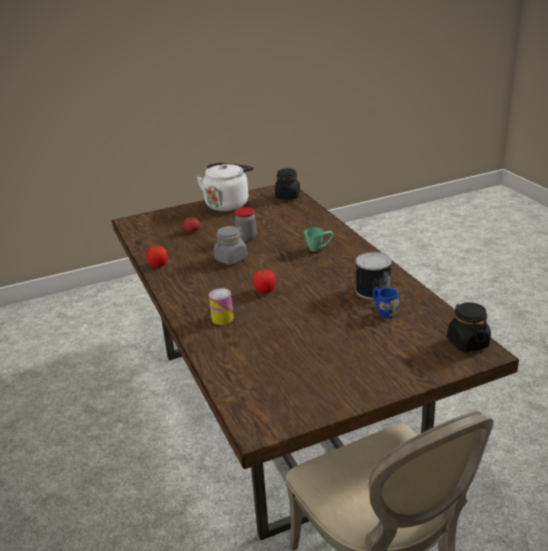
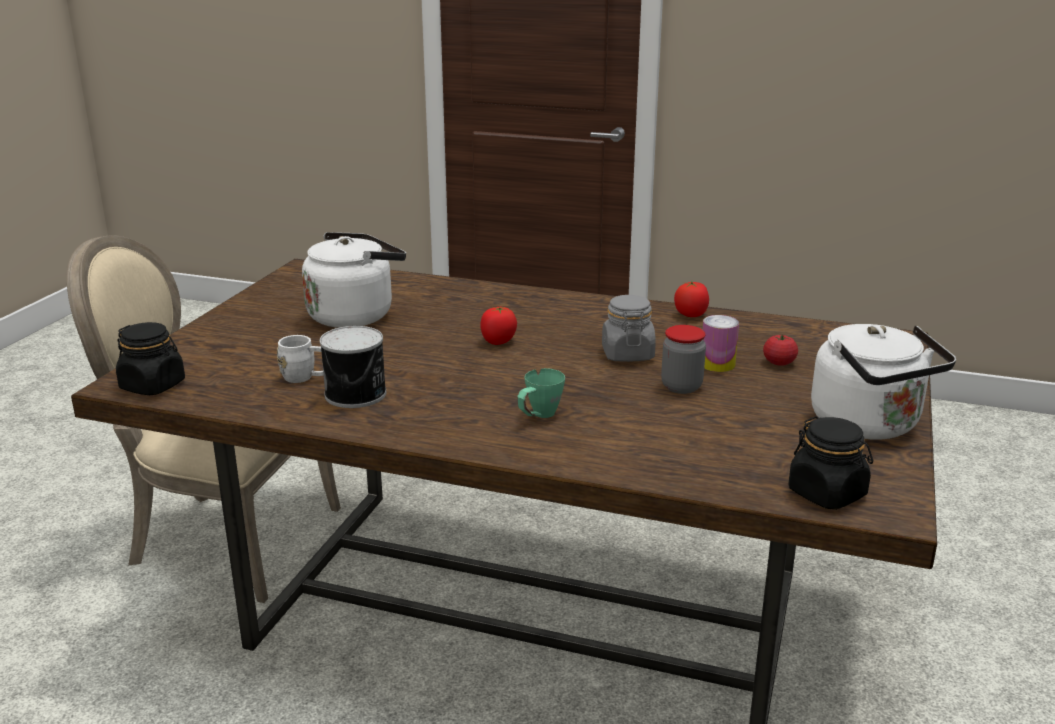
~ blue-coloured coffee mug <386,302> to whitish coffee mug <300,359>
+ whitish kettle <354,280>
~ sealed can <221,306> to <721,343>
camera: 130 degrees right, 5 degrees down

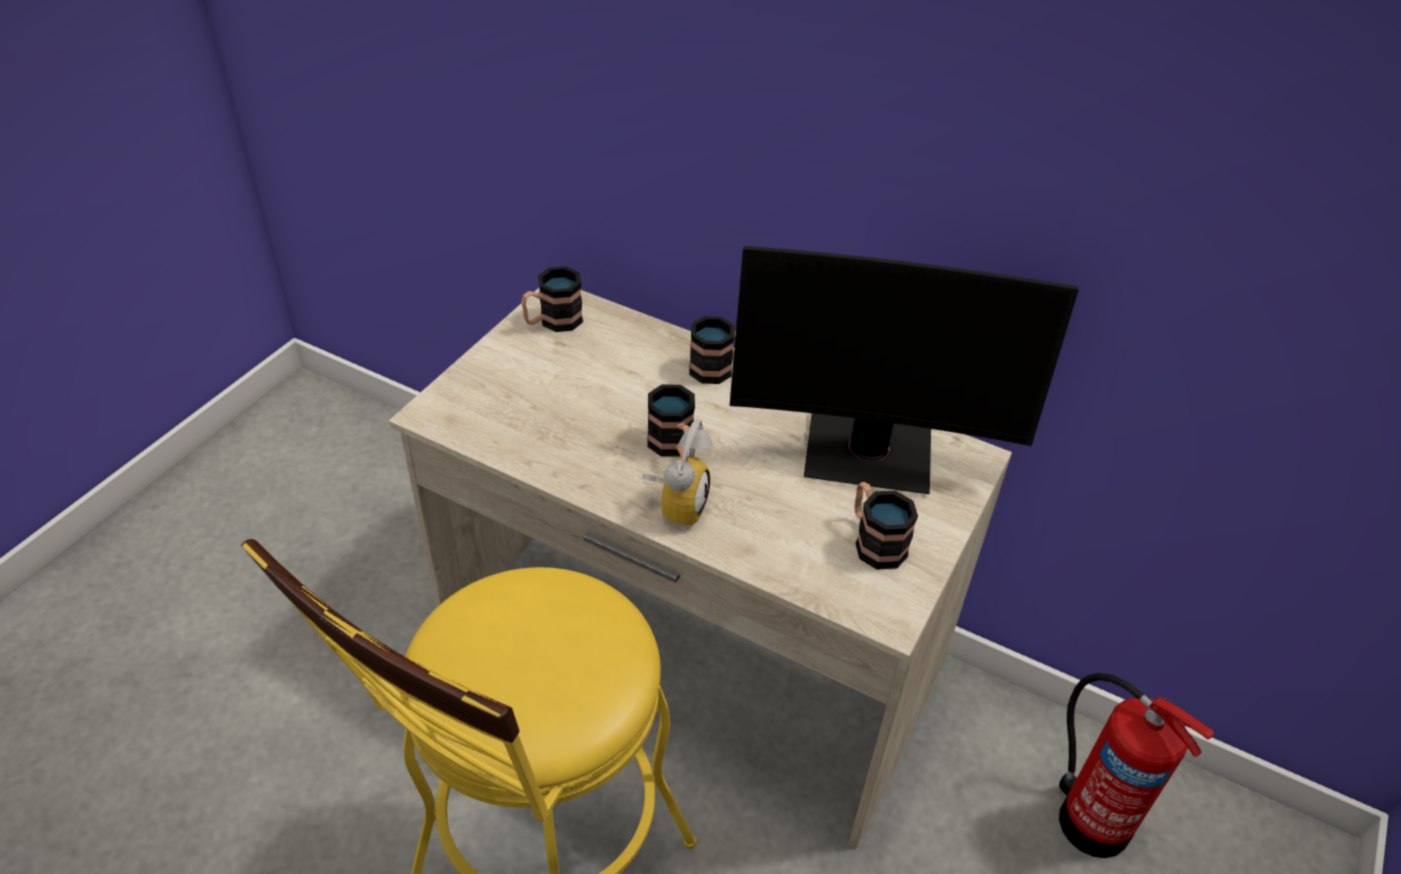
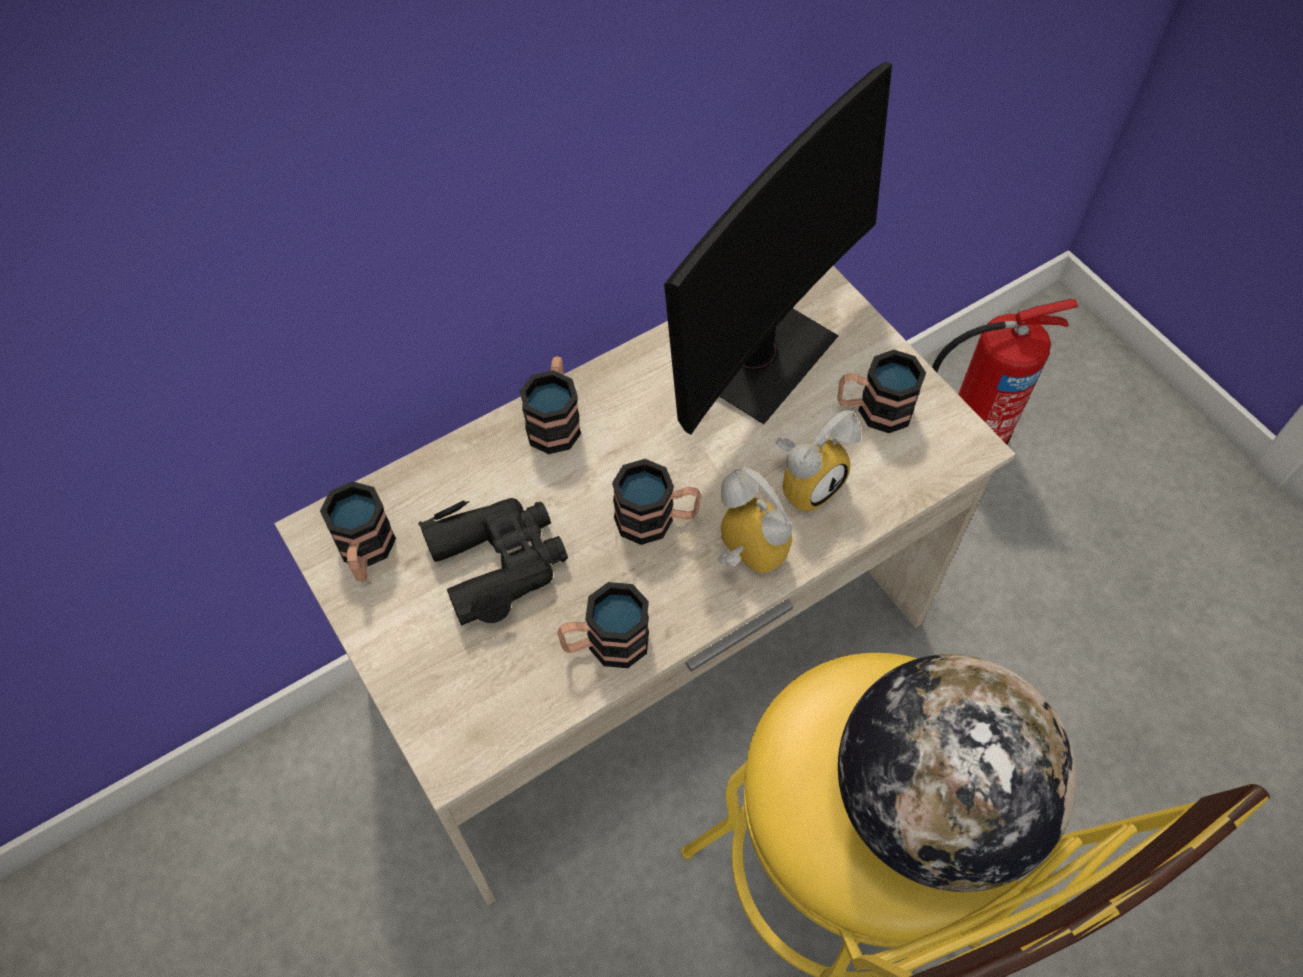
+ blackish binoculars <493,562>
+ coffee mug <603,625>
+ alarm clock <818,461>
+ globe <957,773>
camera: 60 degrees left, 15 degrees up

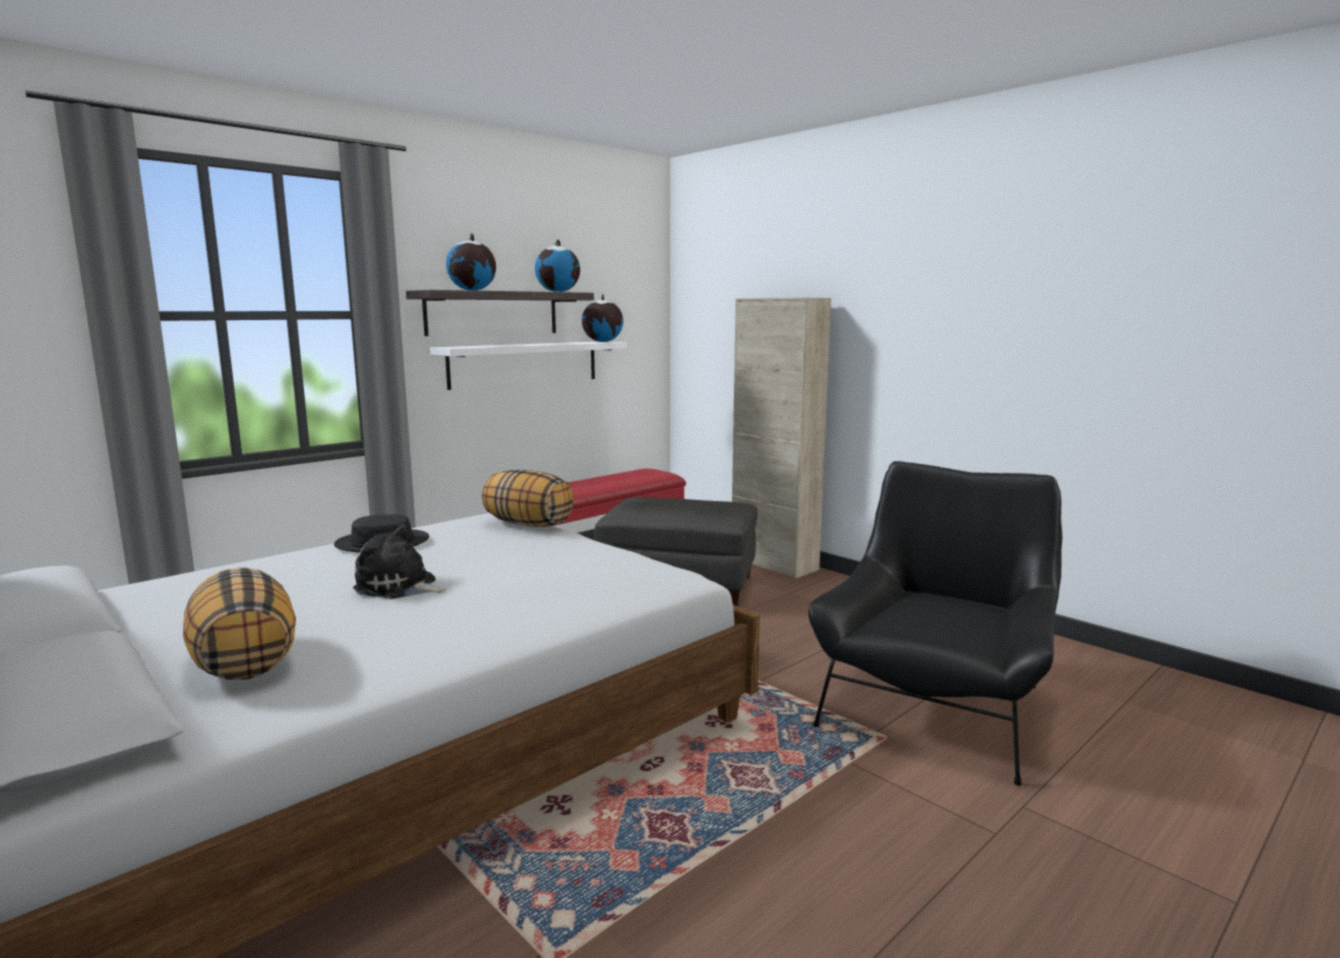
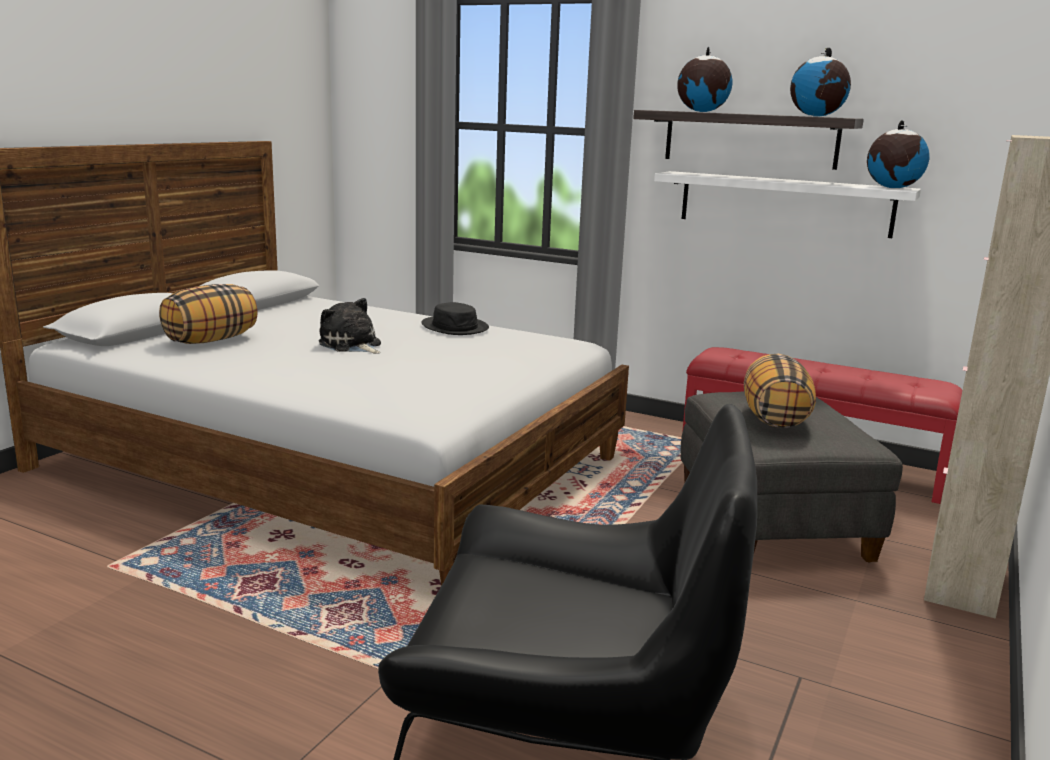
~ cuddly toy <400,562> = <350,326> 45 degrees counterclockwise
~ throw pillow <528,498> to <780,391>
camera: 70 degrees right, 5 degrees up

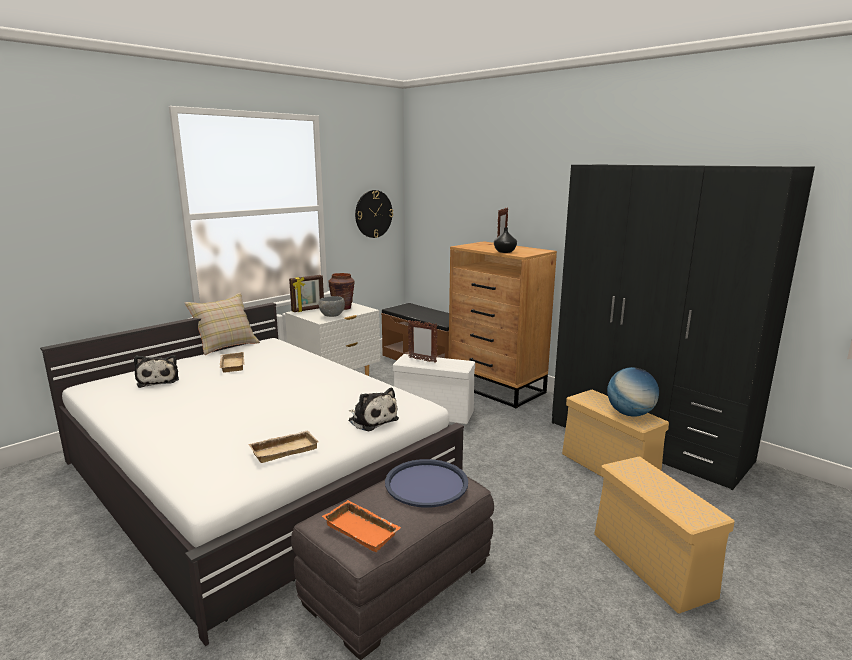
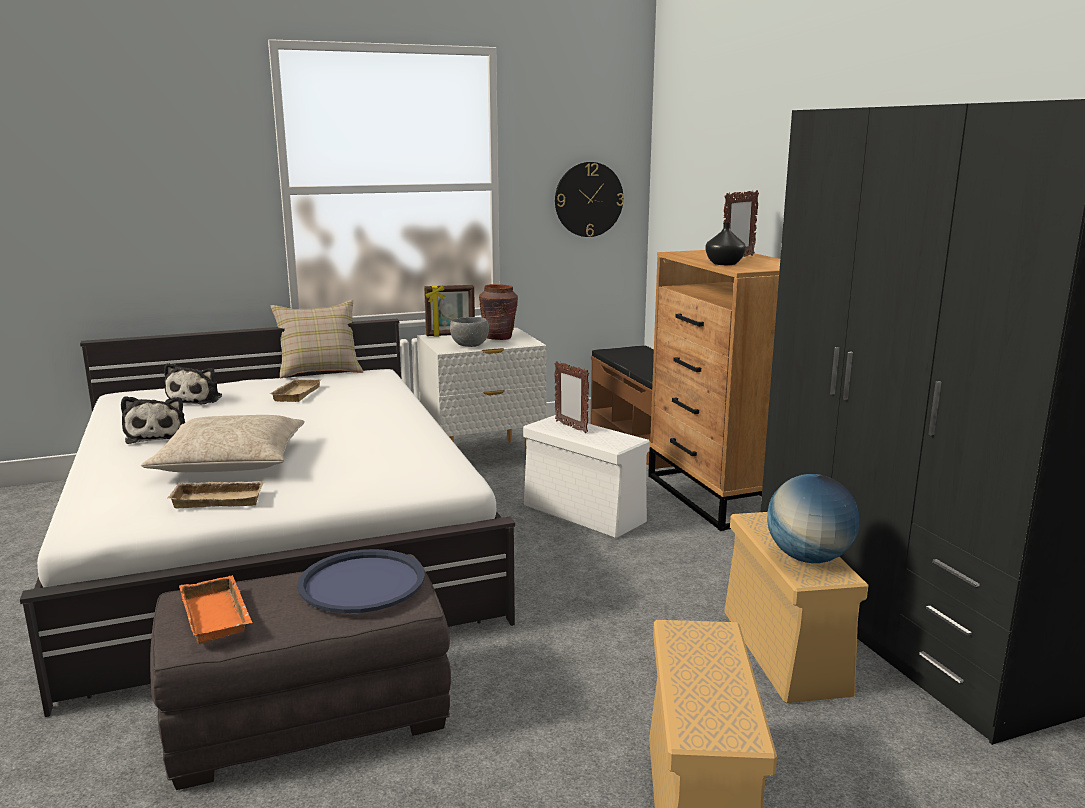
~ cuddly toy <374,409> to <153,420>
+ beige throw pillow <223,443>
camera: 25 degrees right, 0 degrees up

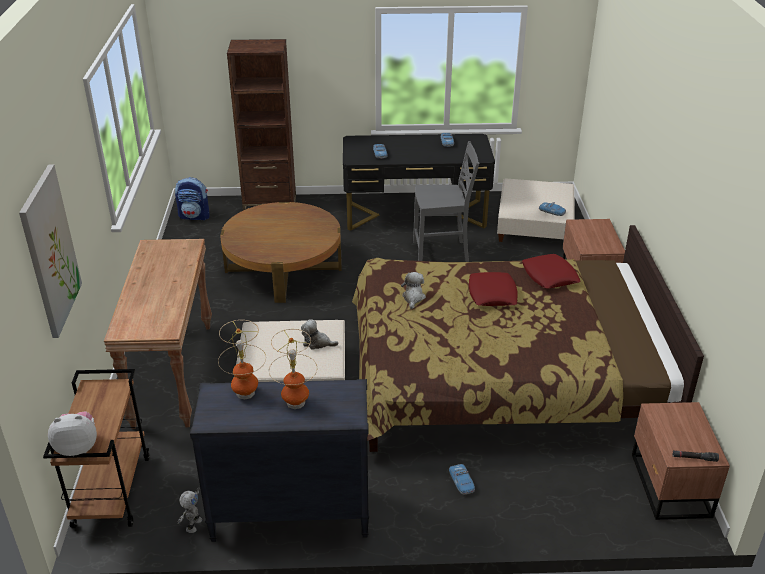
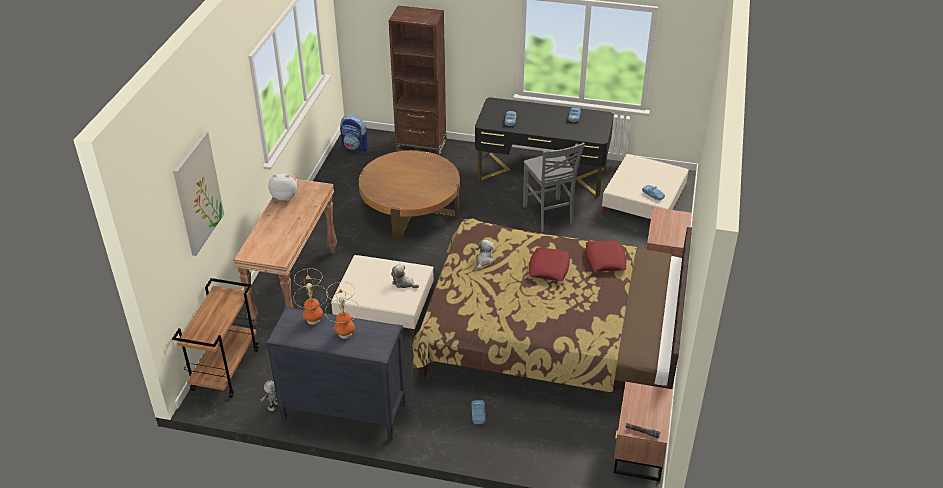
~ cuddly toy <72,433> to <282,187>
~ grey upright chair <446,201> = <554,187> 60 degrees clockwise
camera: 15 degrees right, 5 degrees up

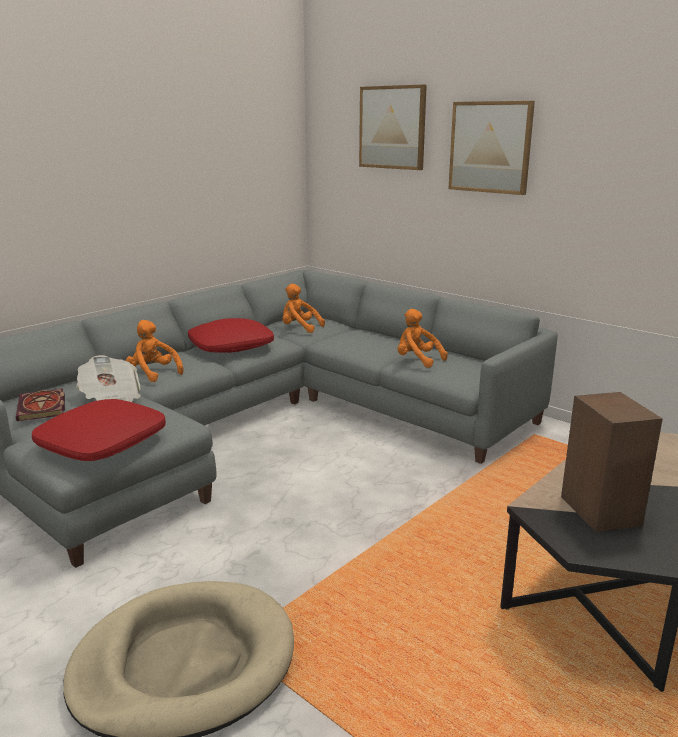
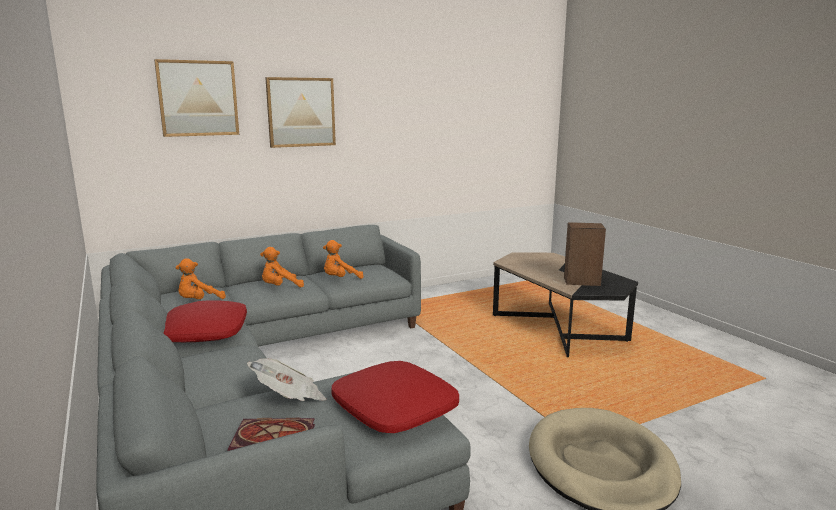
~ orange-coloured cuddly toy <155,351> to <282,267>
camera: 70 degrees left, 5 degrees down

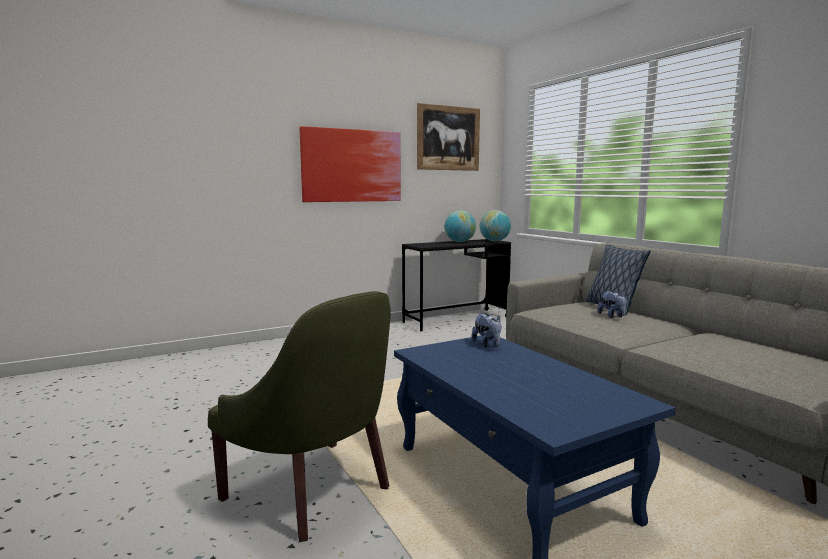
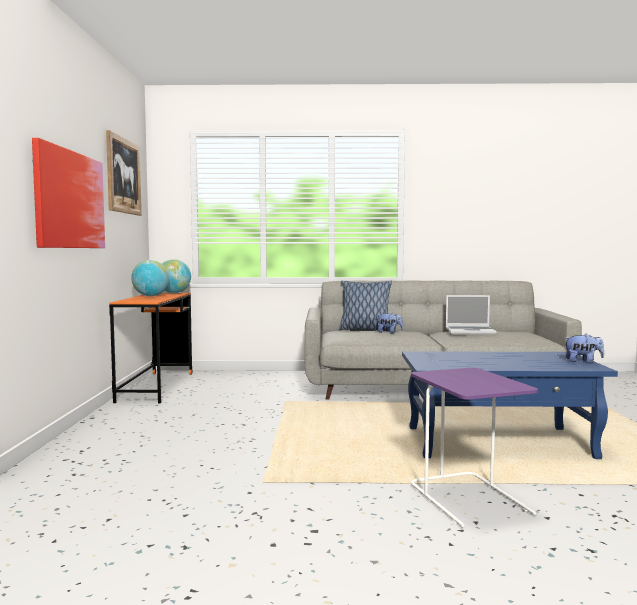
~ blackish desk table <456,285> to orange-coloured desk table <150,348>
~ green easy chair <299,416> to purple end table <474,447>
+ portable computer <471,314>
~ cuddly toy <486,330> to <584,348>
camera: 60 degrees left, 5 degrees down

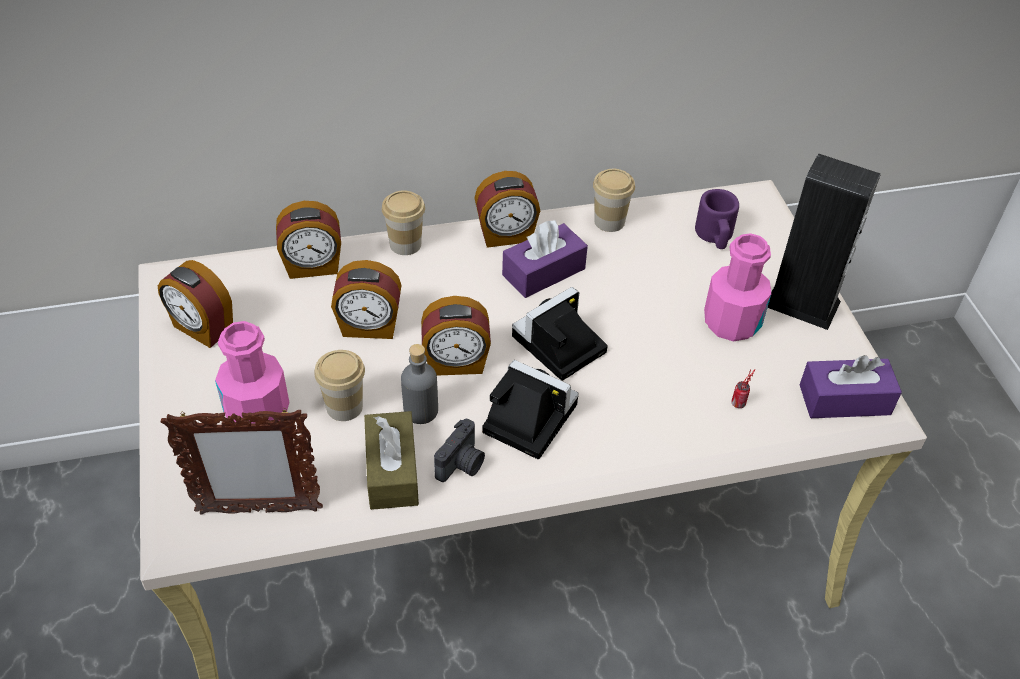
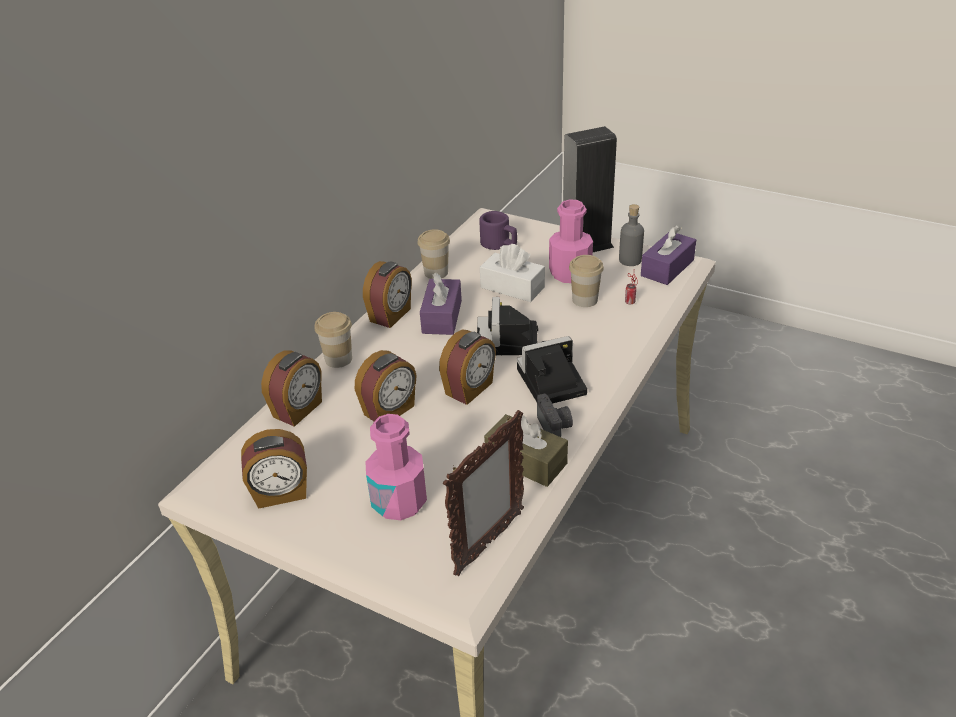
+ whitish tissue holder <512,273>
~ small cup <339,385> to <586,281>
~ grey bottle <419,384> to <631,235>
camera: 45 degrees left, 10 degrees down

